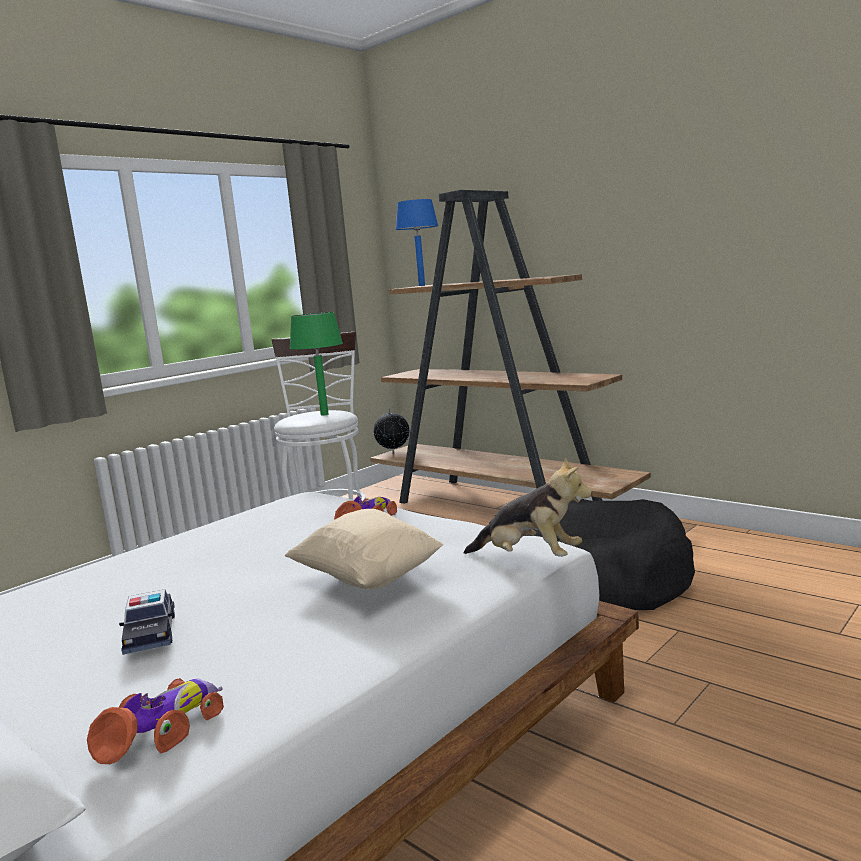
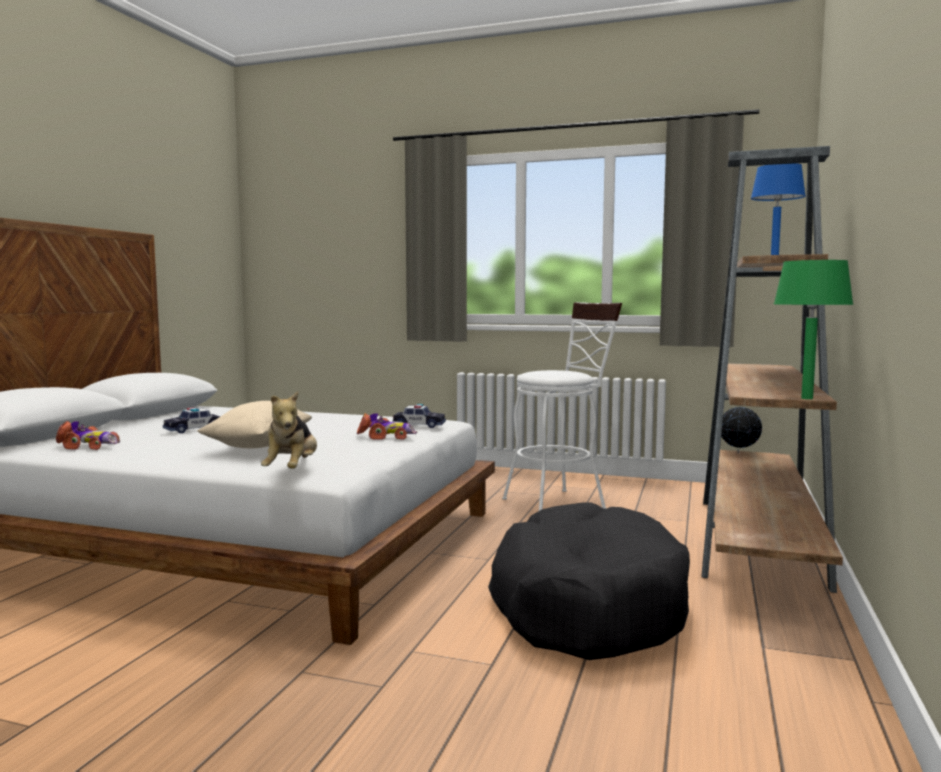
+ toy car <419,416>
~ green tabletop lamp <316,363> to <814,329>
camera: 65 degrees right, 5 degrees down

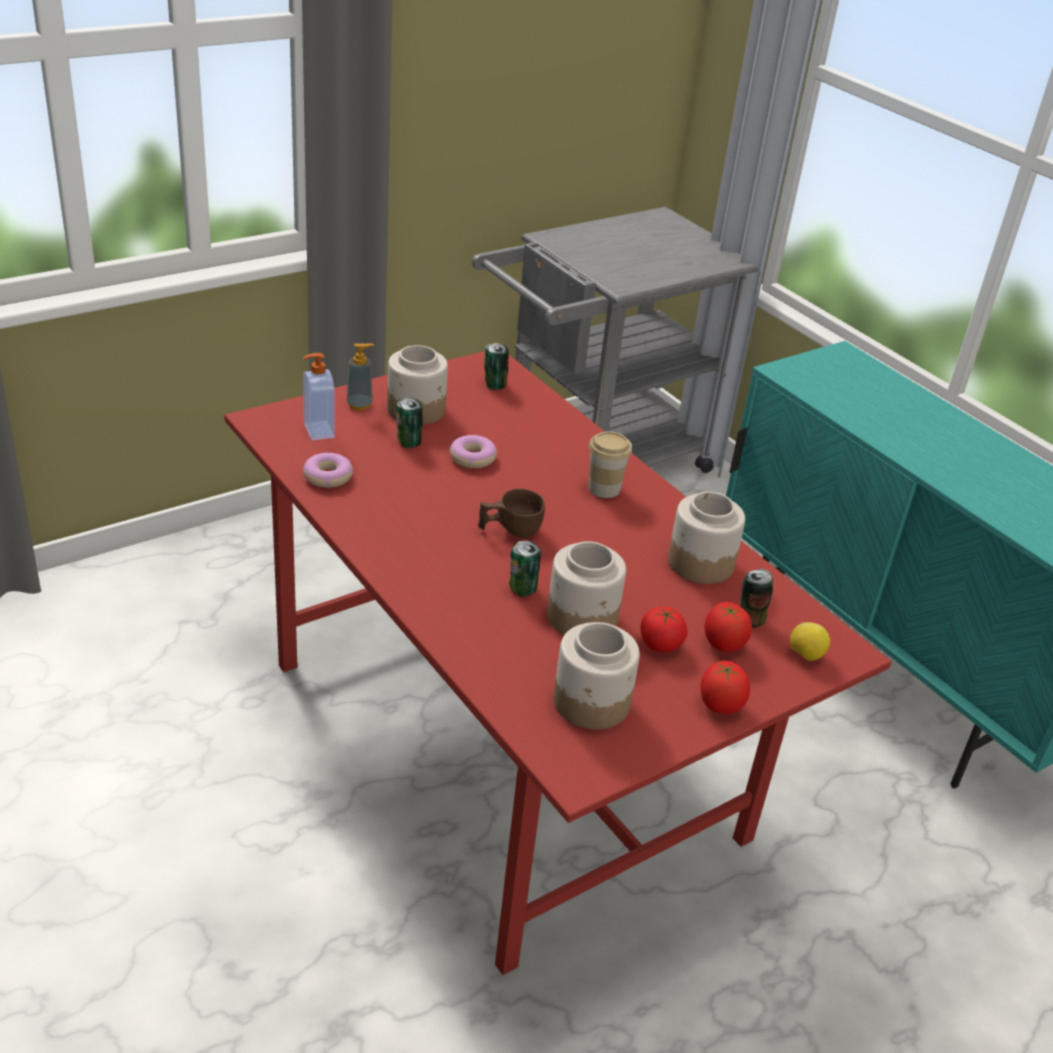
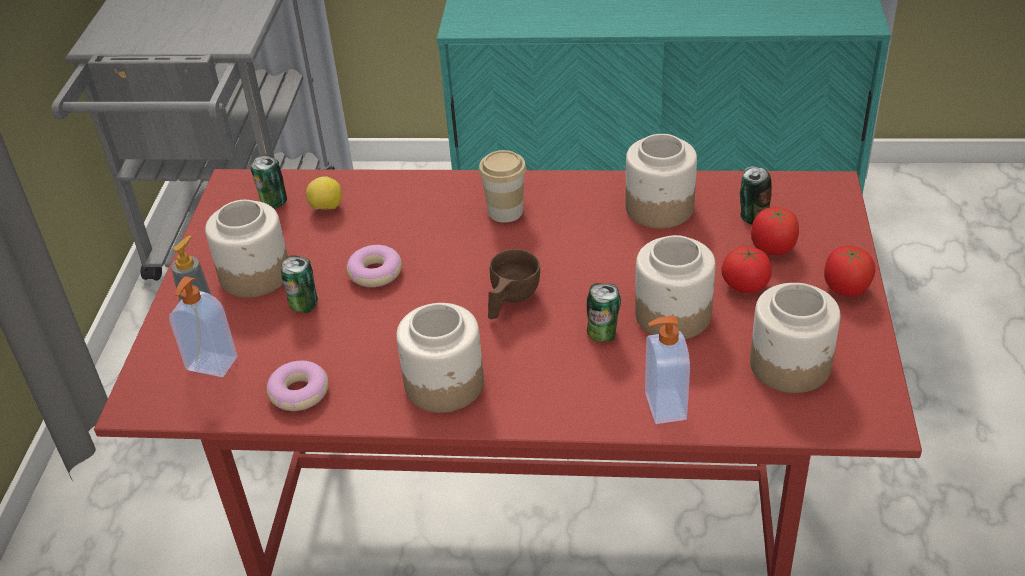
~ lemon <810,641> to <324,193>
+ preserve jar <440,358>
+ soap dispenser <667,370>
camera: 45 degrees left, 5 degrees up

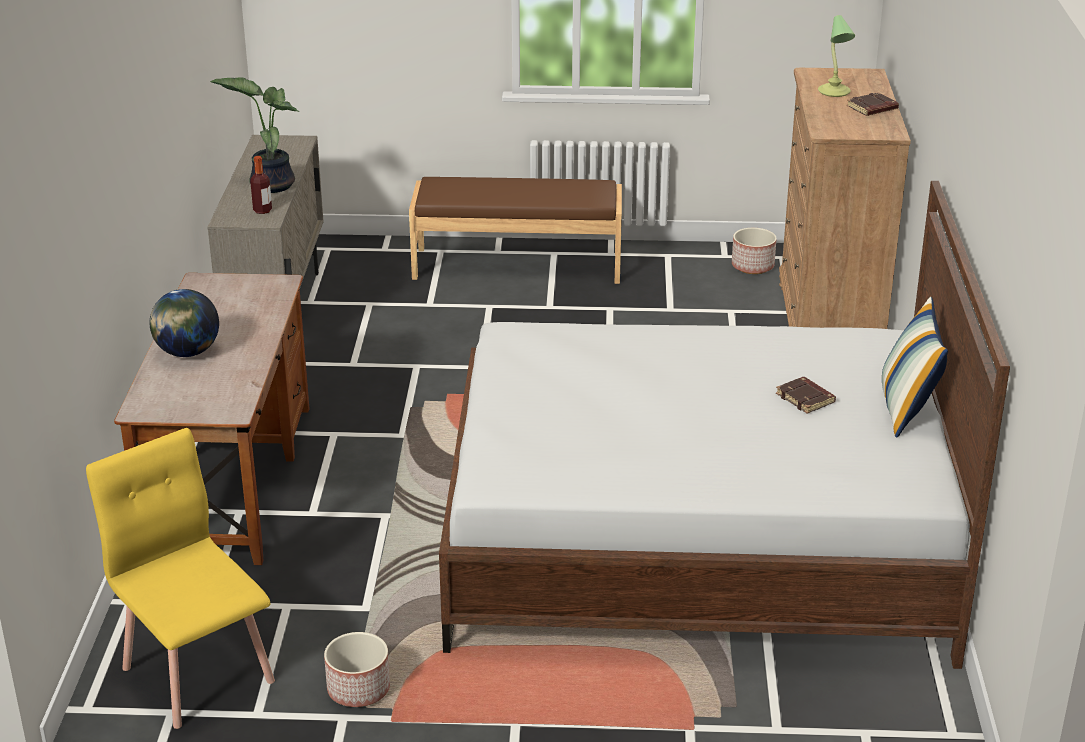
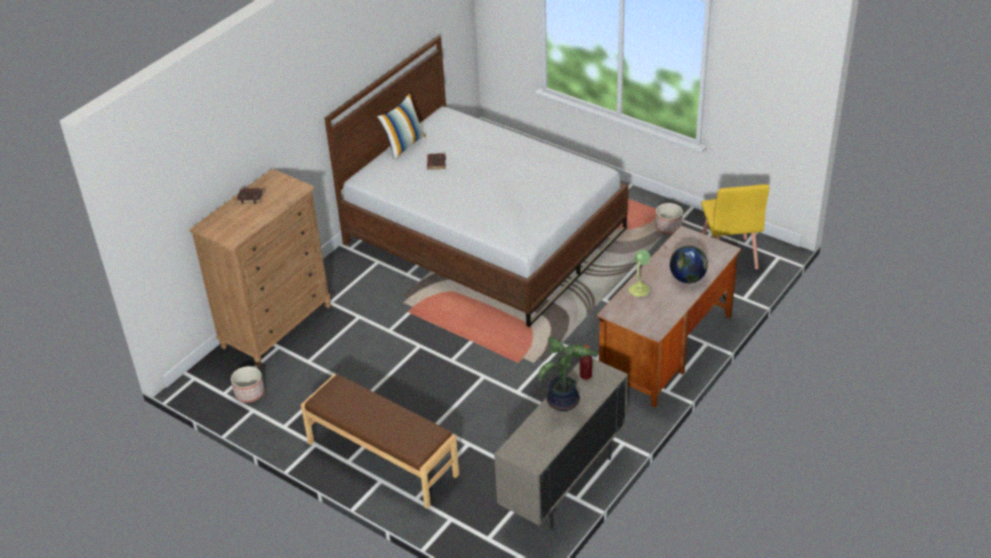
~ tabletop lamp <836,56> to <639,273>
camera: 145 degrees left, 10 degrees up

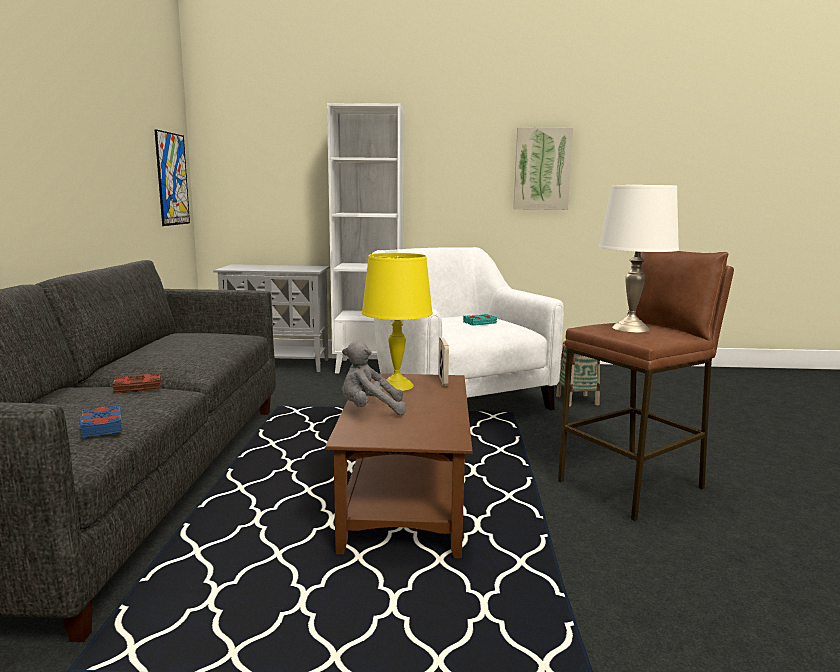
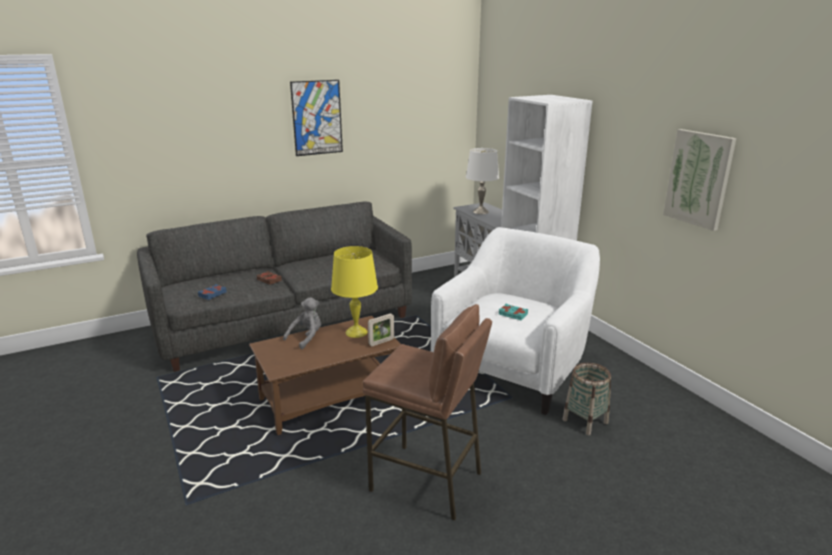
~ grey cuddly toy <374,378> = <302,323> 75 degrees clockwise
~ wall picture <172,177> to <316,118>
~ whitish tabletop lamp <639,259> to <482,181>
camera: 60 degrees right, 10 degrees up

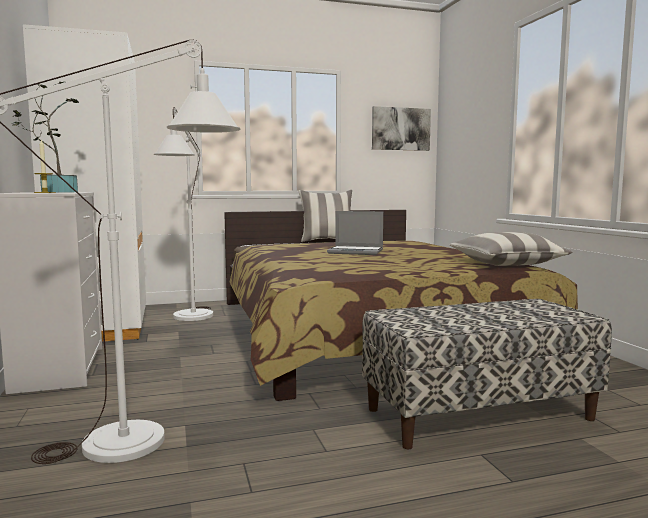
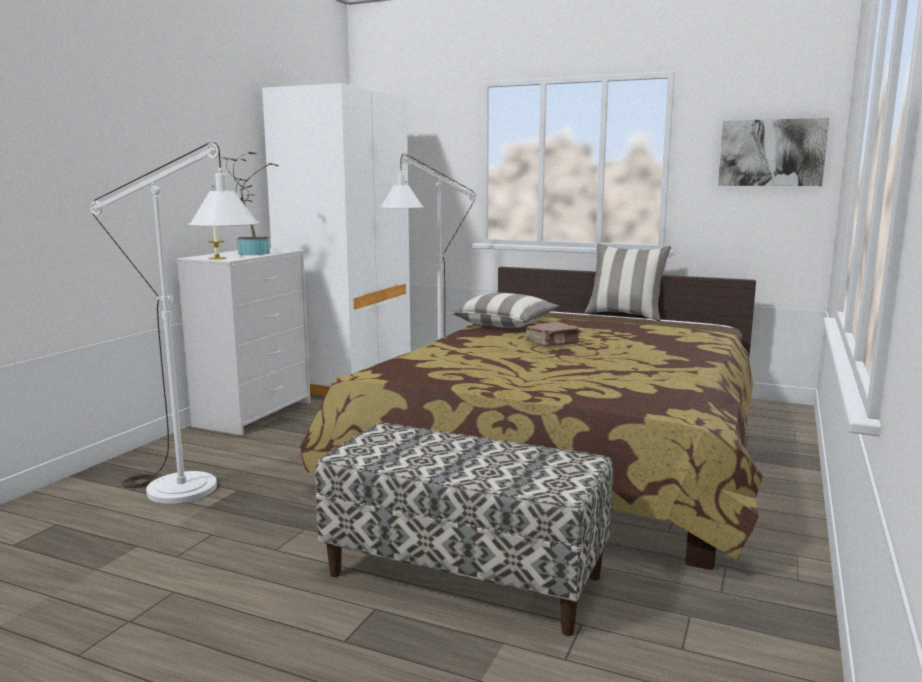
~ throw pillow <510,249> to <503,310>
~ portable computer <355,233> to brown-coloured book <553,334>
camera: 40 degrees right, 5 degrees up

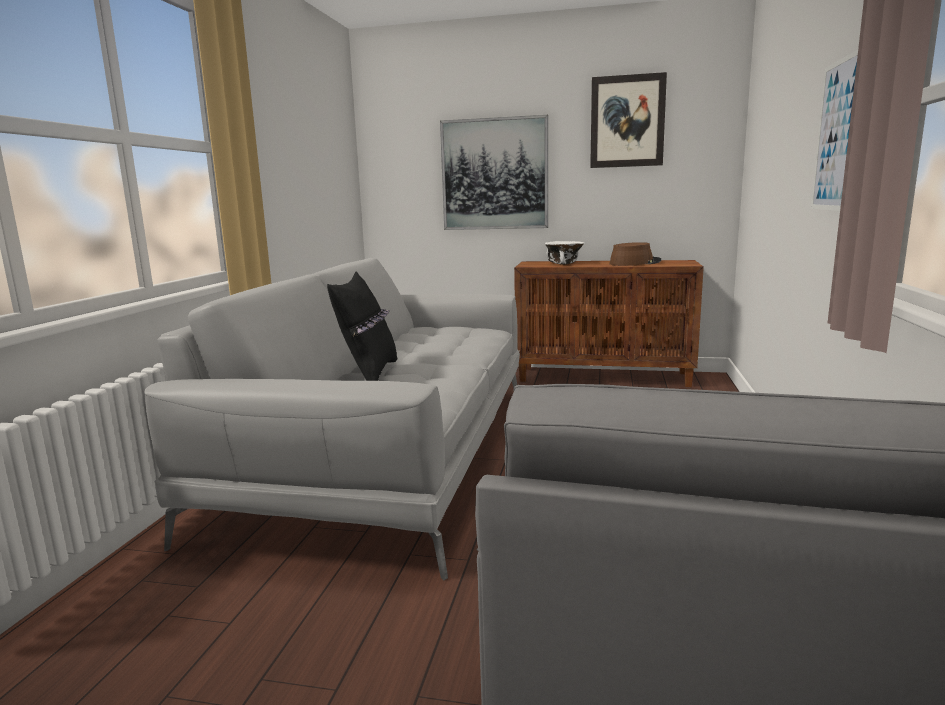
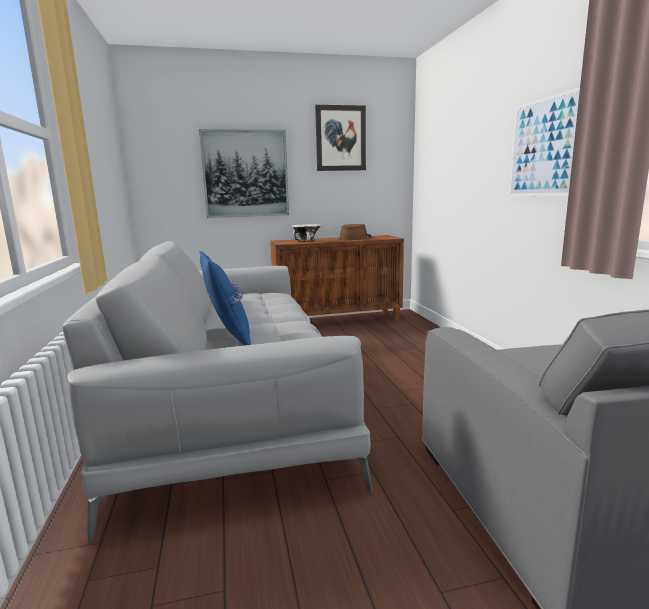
~ blackish throw pillow <362,326> to blue-coloured throw pillow <225,298>
camera: 25 degrees left, 0 degrees up

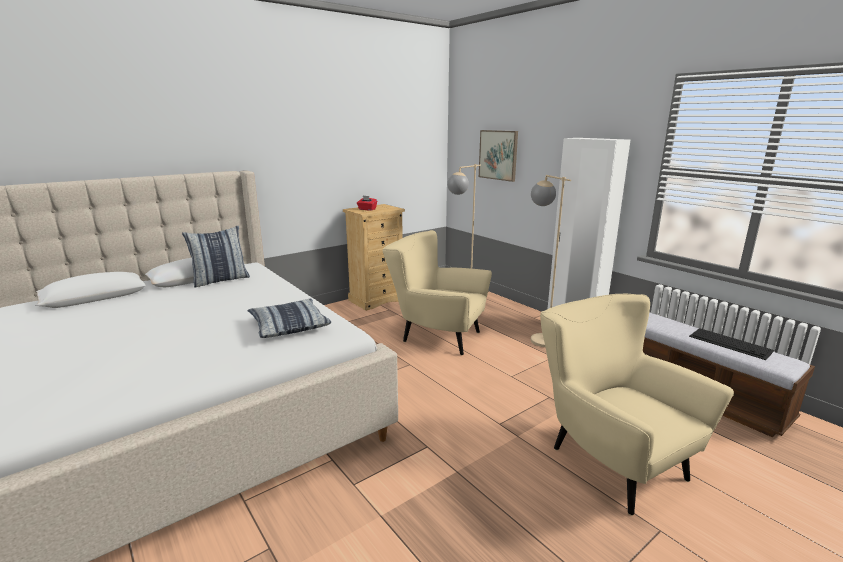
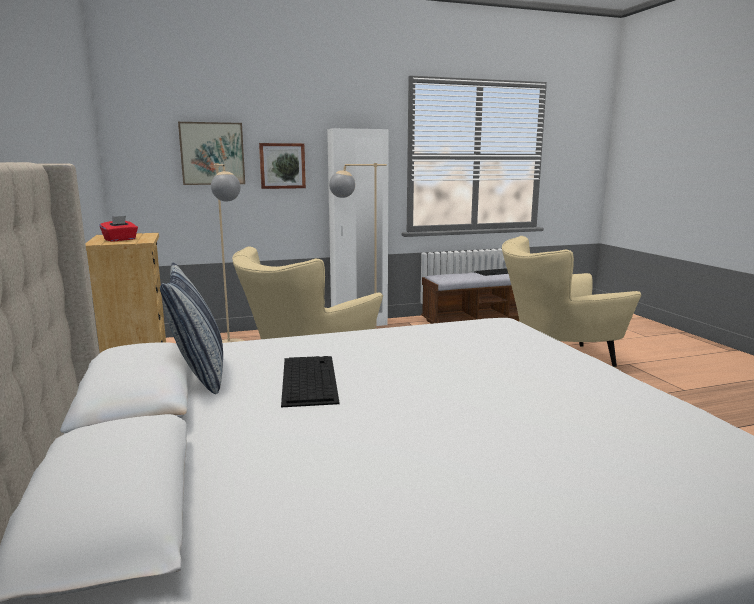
+ wall picture <282,166>
+ PC keyboard <310,381>
- throw pillow <289,318>
camera: 70 degrees left, 5 degrees down

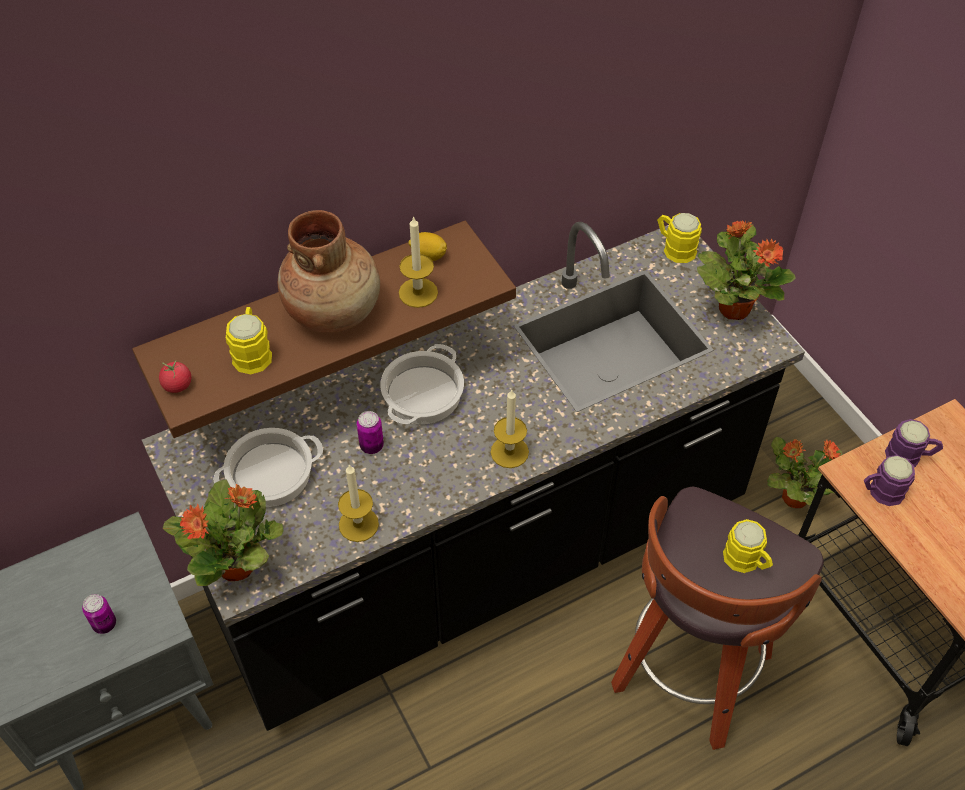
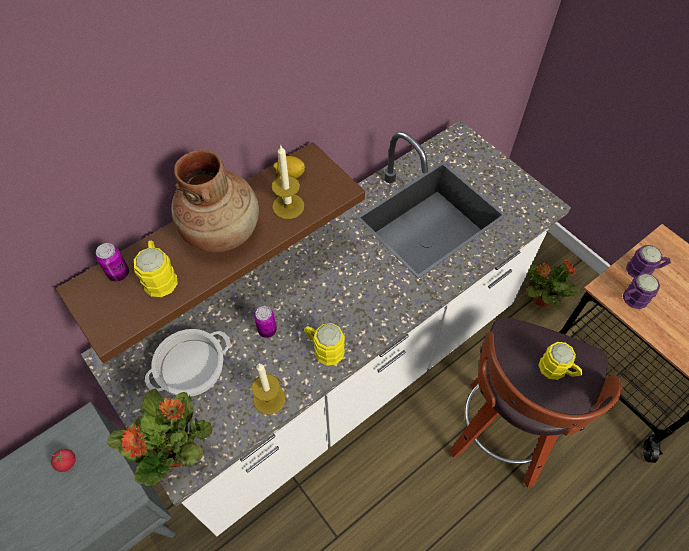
~ fresh tomato <175,377> to <63,460>
~ blackish counter <473,476> to whitish counter <326,328>
~ sealed can <99,614> to <112,262>
~ yellowish coffee mug <679,238> to <324,344>
- cooking pot <422,384>
- candle <509,429>
- potted plant <746,270>
camera: 10 degrees left, 5 degrees up

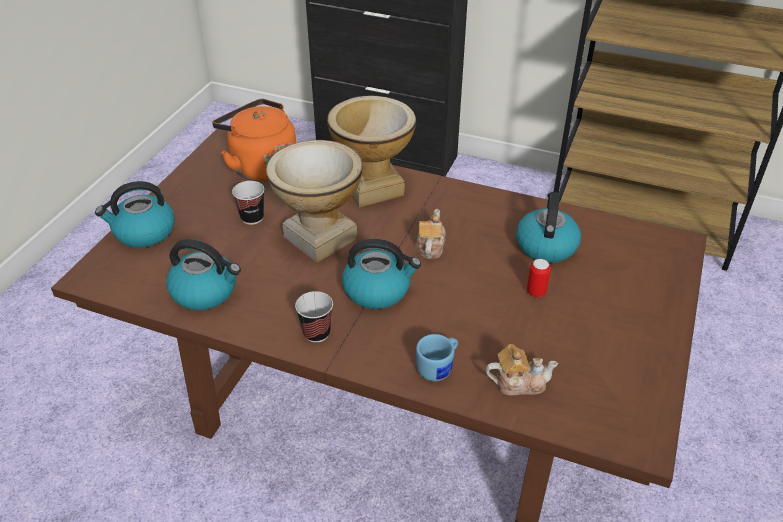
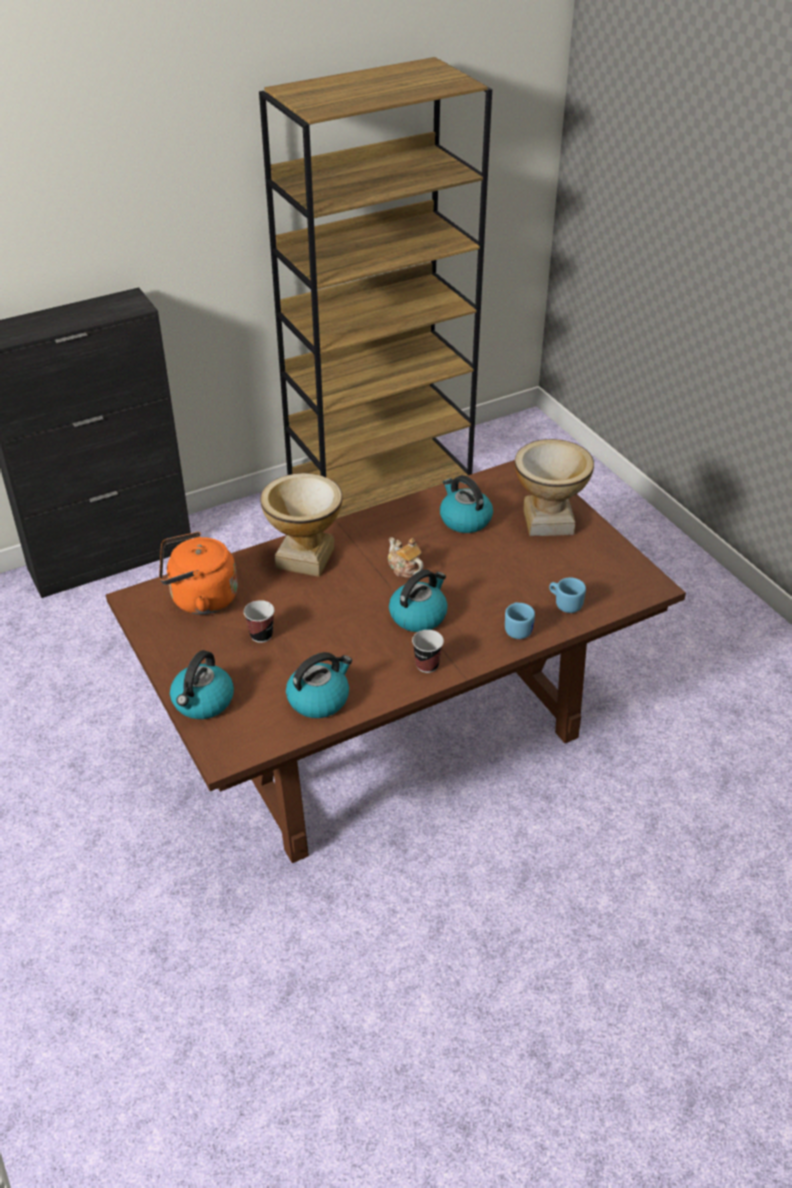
~ flower vase <314,201> to <554,487>
~ tea pot <522,370> to blue-coloured coffee mug <567,595>
- sealed can <539,278>
camera: 50 degrees left, 0 degrees up

